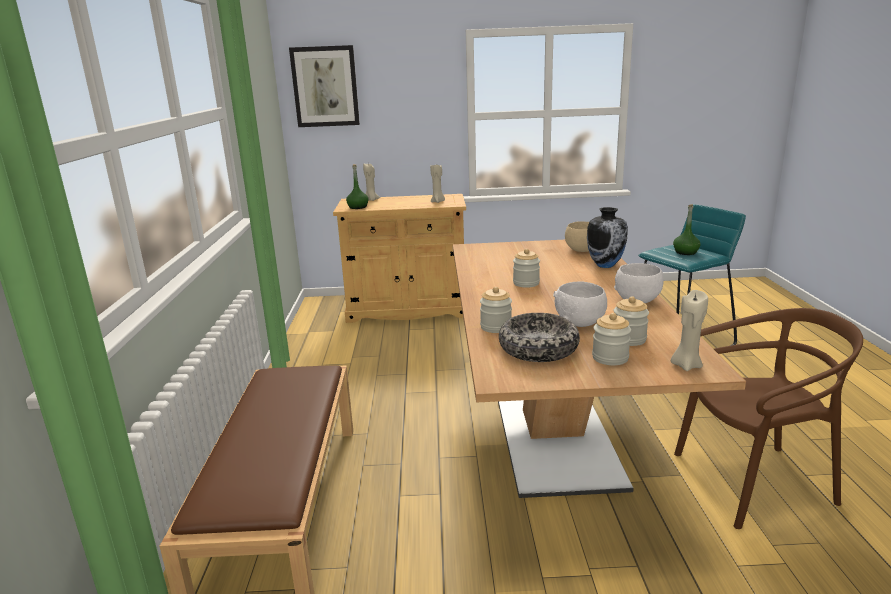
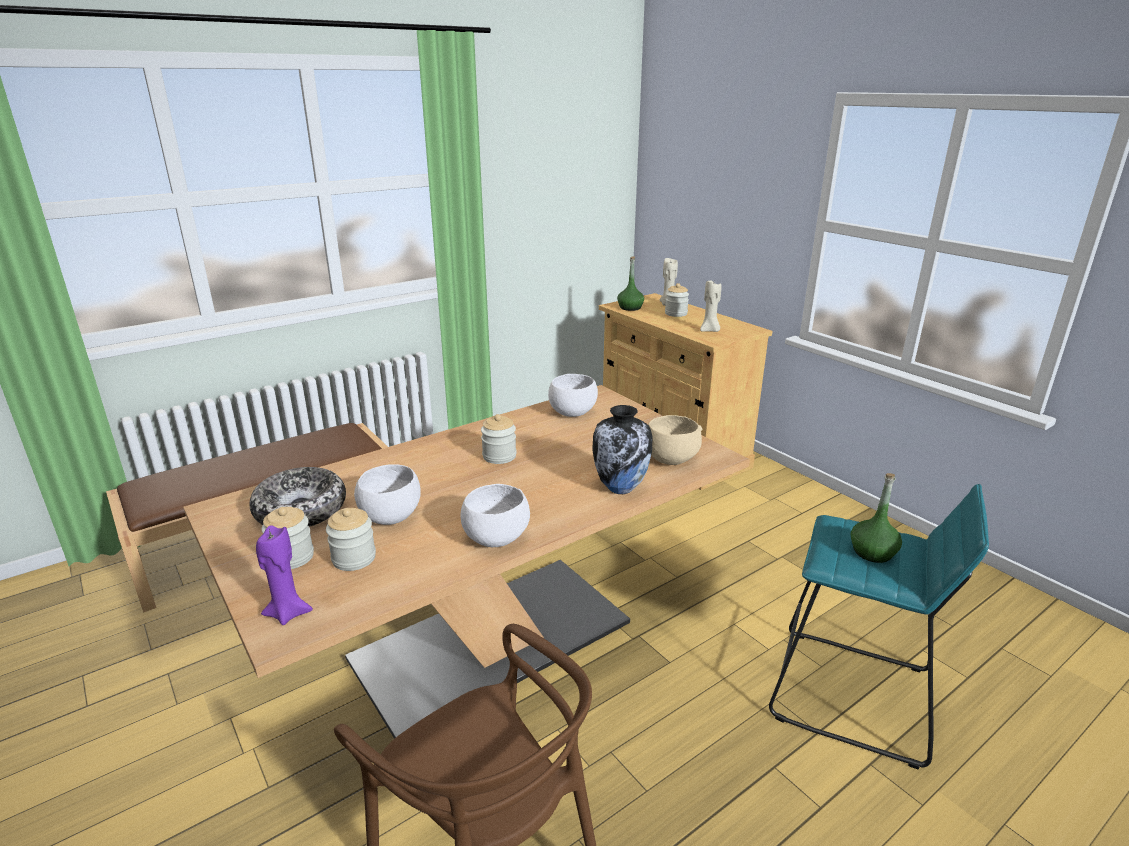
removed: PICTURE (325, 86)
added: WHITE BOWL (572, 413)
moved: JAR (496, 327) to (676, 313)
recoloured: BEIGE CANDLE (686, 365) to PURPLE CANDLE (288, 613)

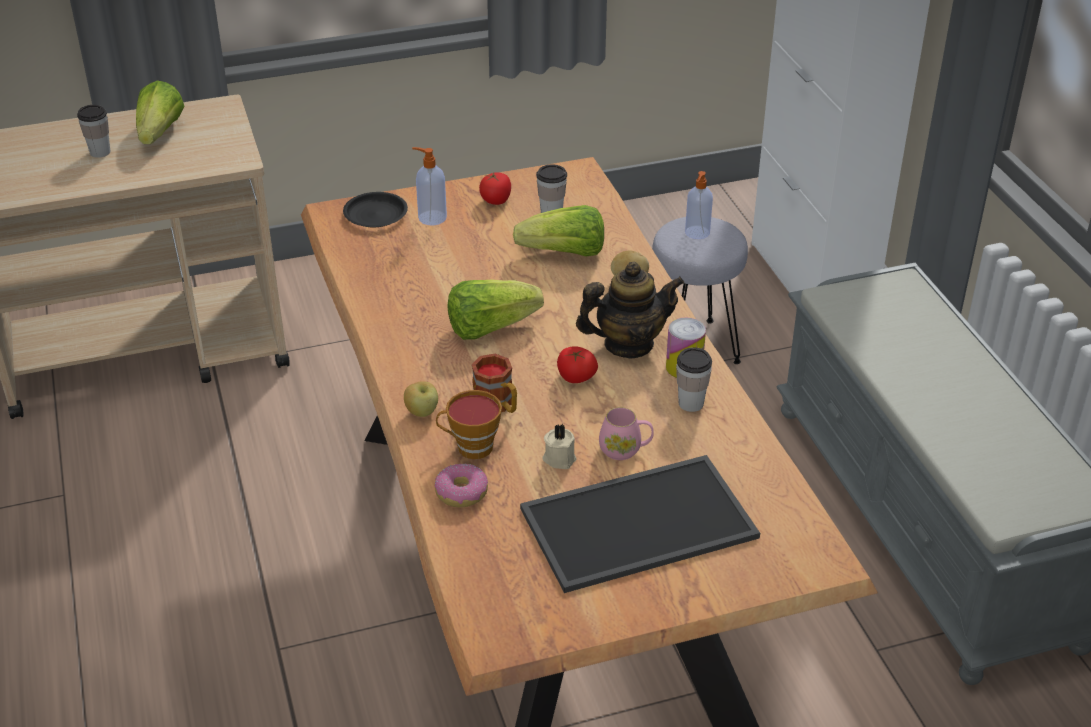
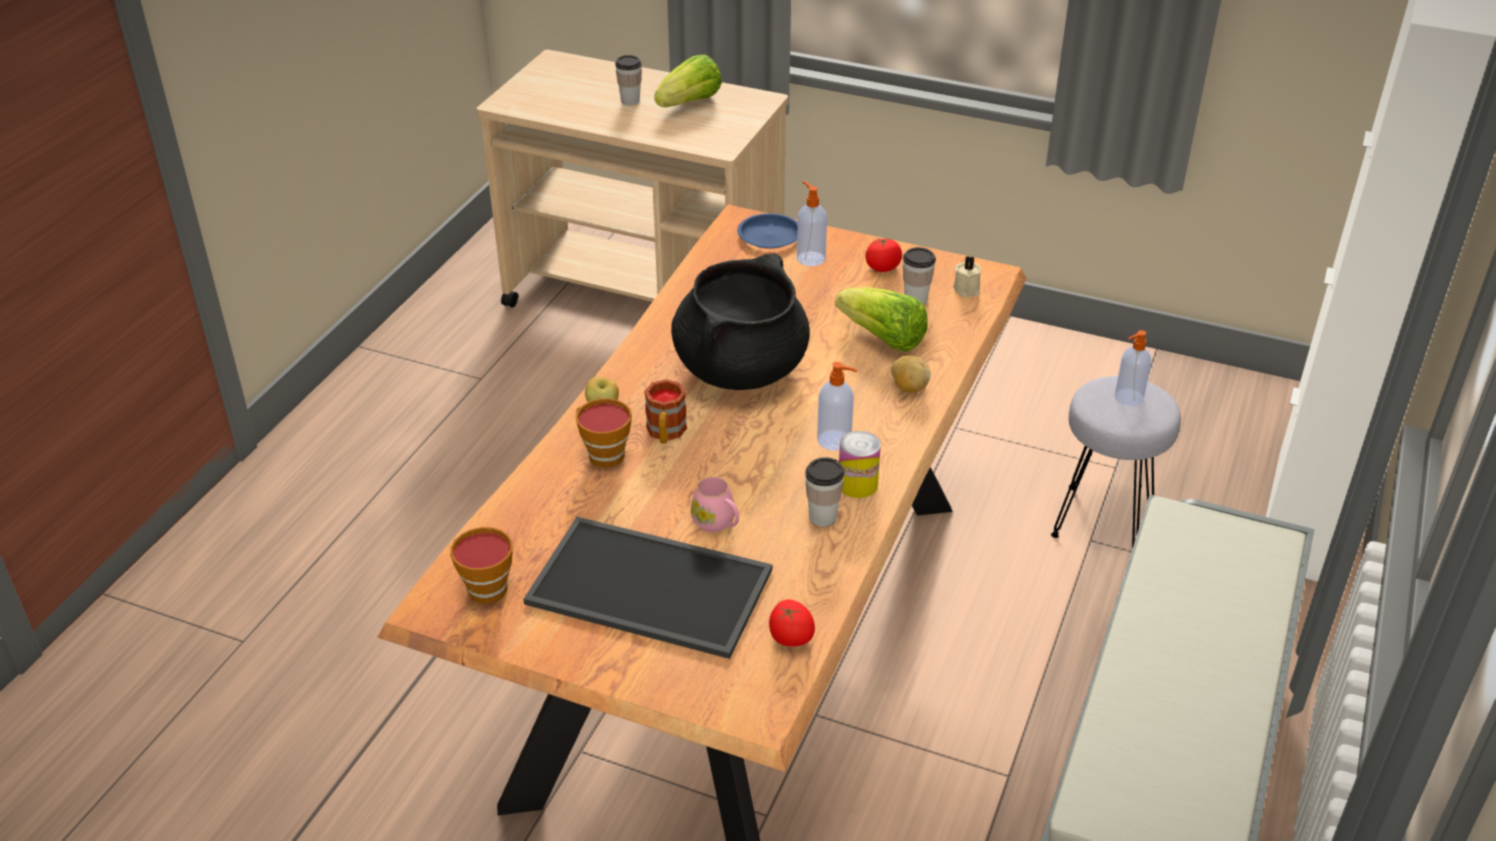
removed: DONUT (461, 493)
added: CUP (485, 586)
moved: TOMATO (575, 378) to (790, 637); BEIGE CANDLE (559, 458) to (967, 289)
replaced: LETTUCE (490, 327) to BLACK COOKING POT (741, 369); TEAPOT (628, 344) to SOAP DISPENSER (835, 440)
recoloured: BLACK PLATE (375, 214) to BLUE PLATE (769, 235)

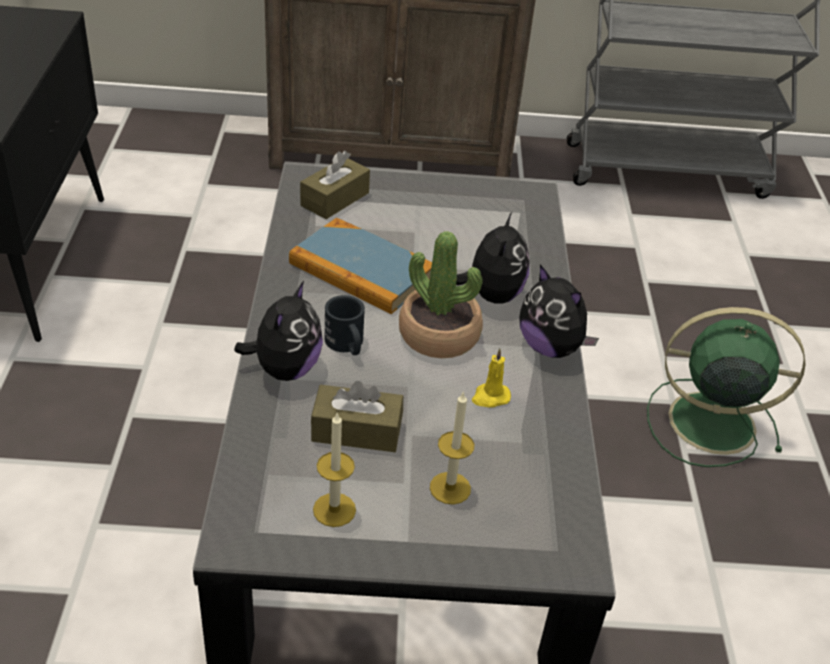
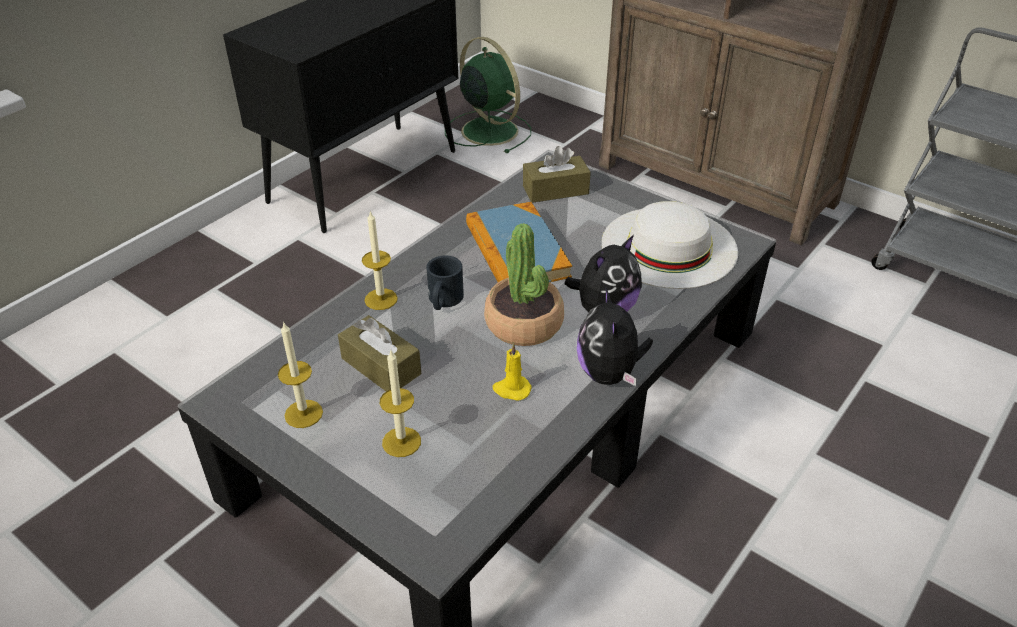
added: WHITE HAT (669, 246)
moved: GREEN FAN (707, 422) to (488, 130)
replaced: PLUSH TOY (285, 369) to CANDLE (381, 299)

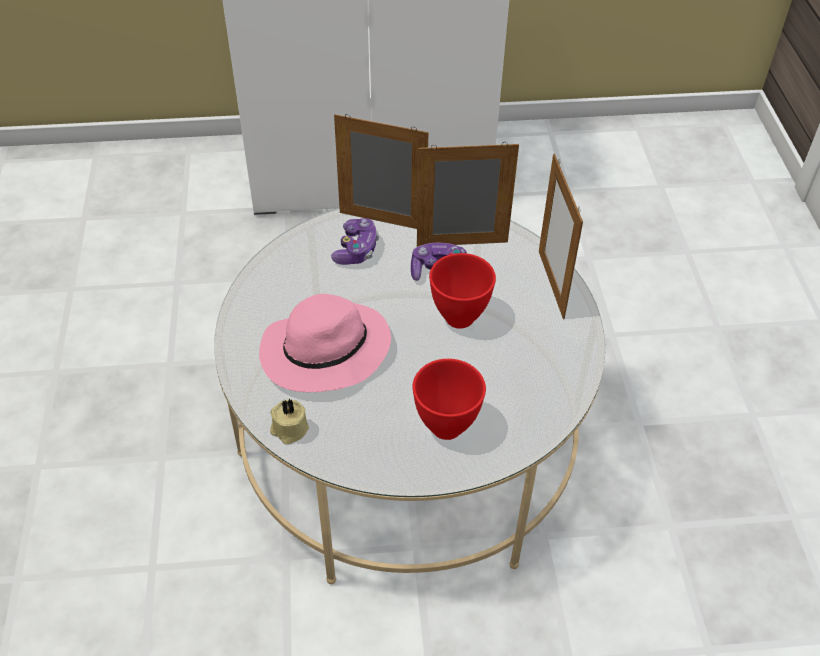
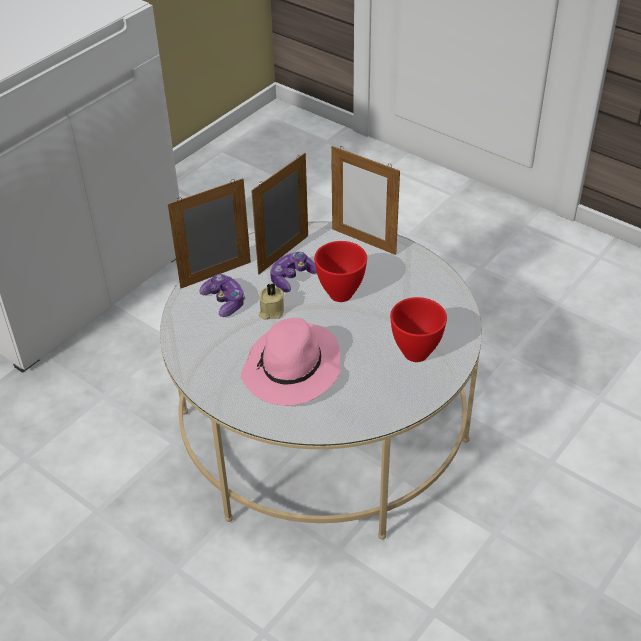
moved: BEIGE CANDLE (289, 429) to (271, 311)

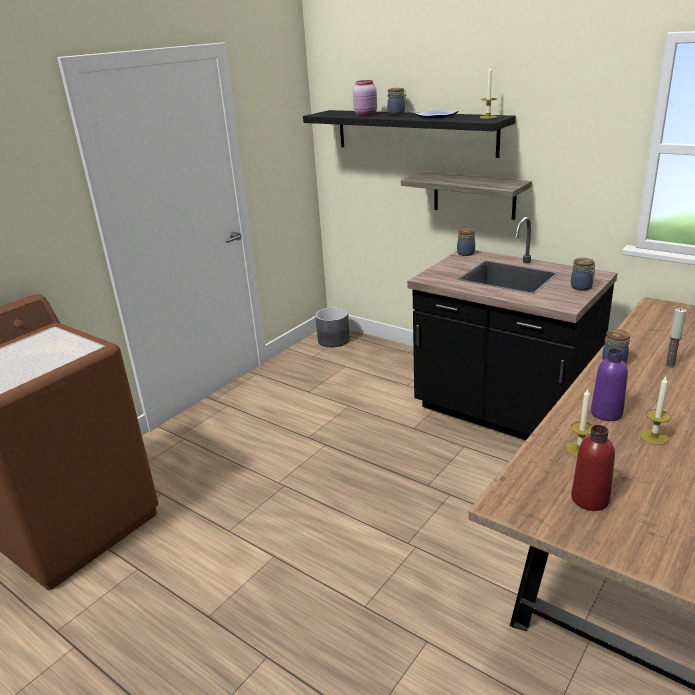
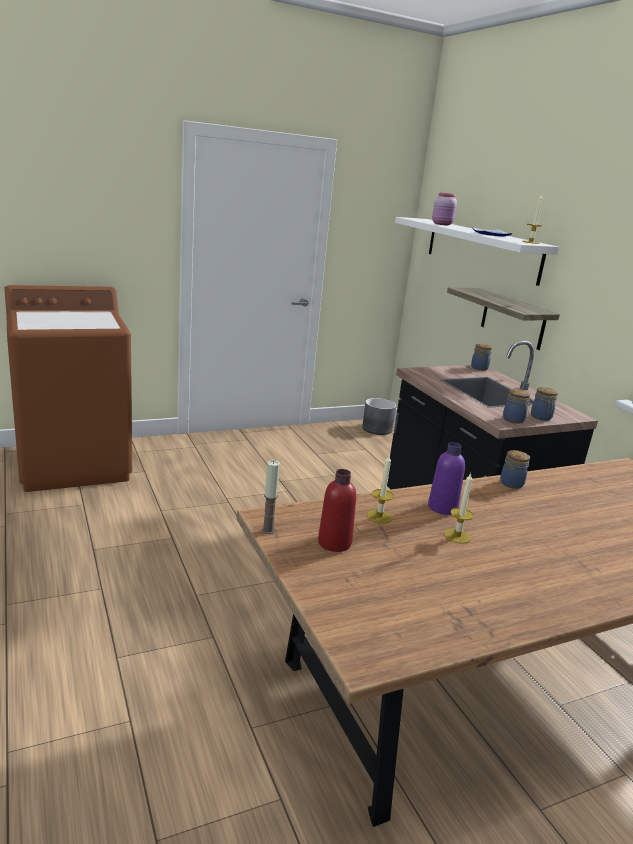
moved: CANDLE (670, 365) to (268, 530); JAR (397, 113) to (514, 420)
recoloured: BLACK SHELF (414, 132) to WHITE SHELF (481, 249)

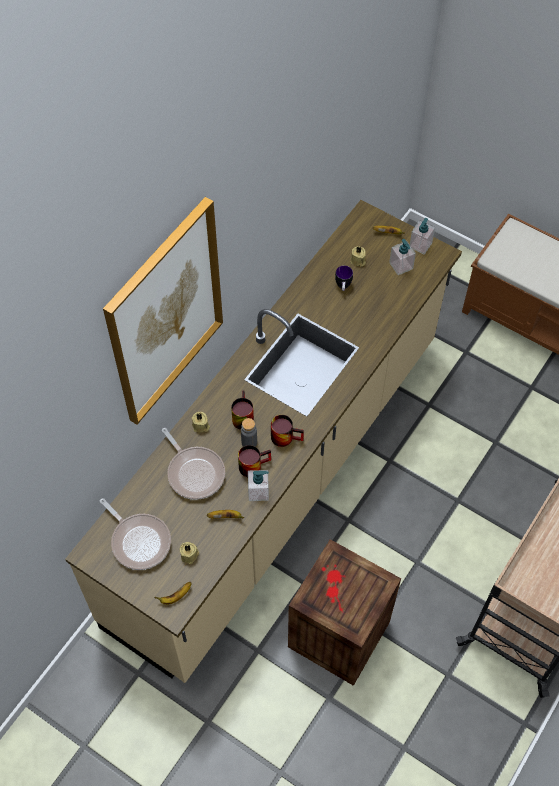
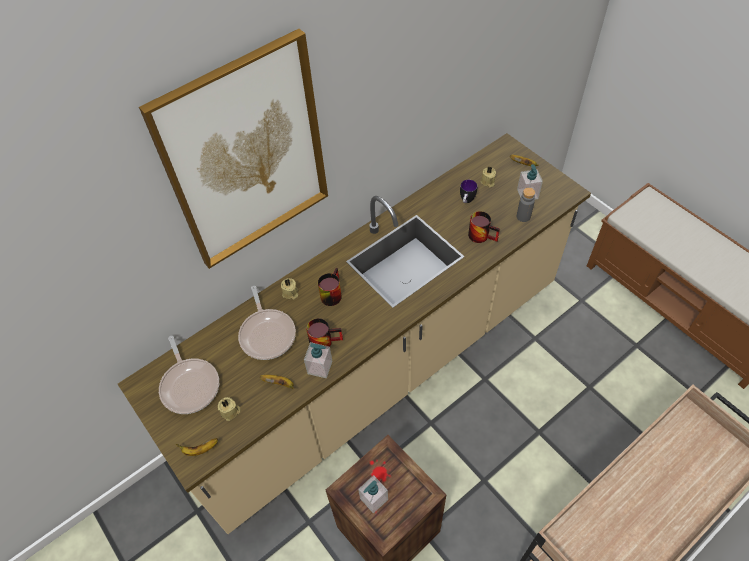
moved: SOAP DISPENSER (420, 245) to (373, 499); MUG (286, 436) to (482, 235); GREY BOTTLE (249, 443) to (523, 216)

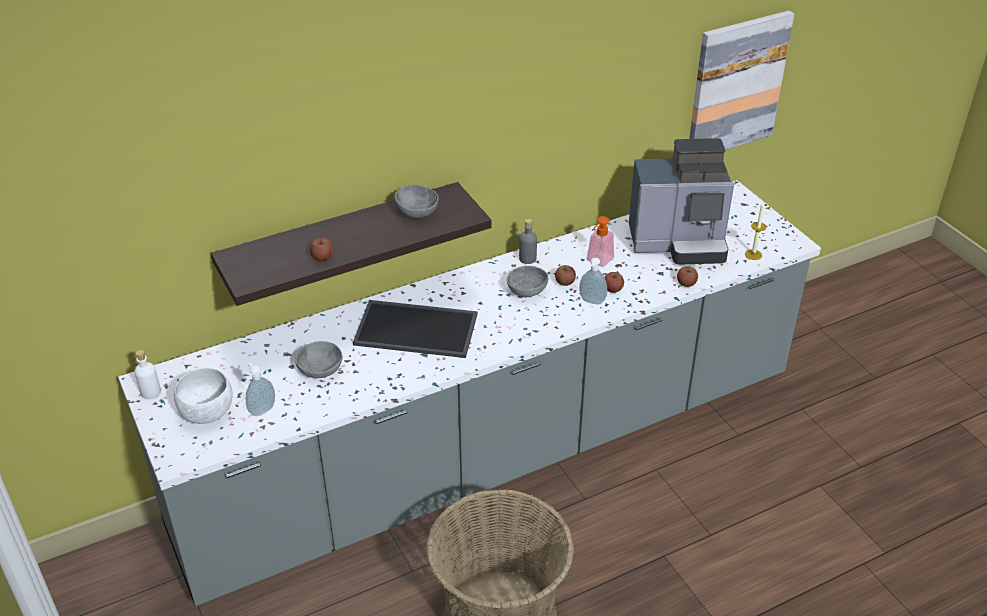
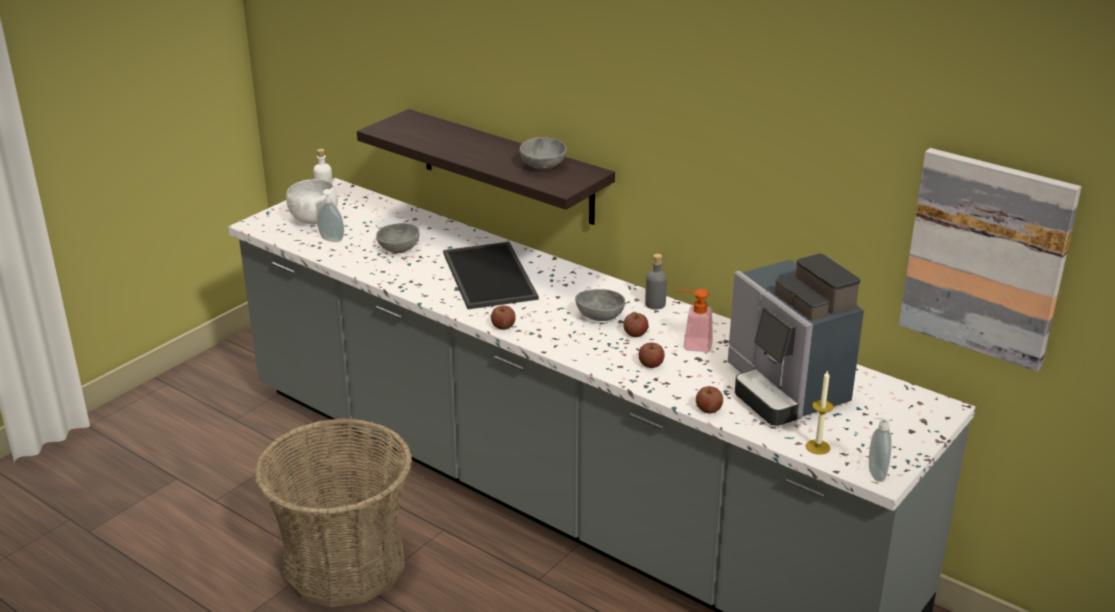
moved: APPLE (322, 257) to (503, 326); SOAP DISPENSER (591, 302) to (874, 474)

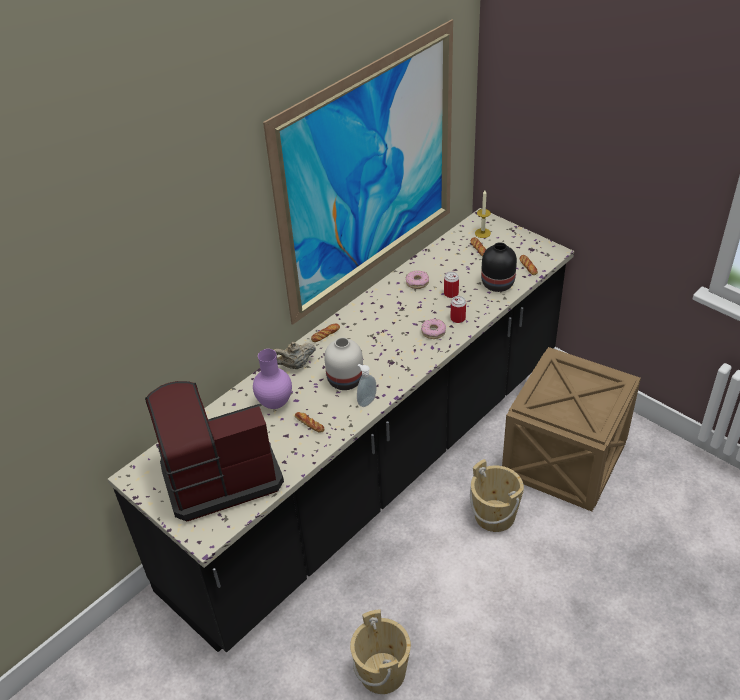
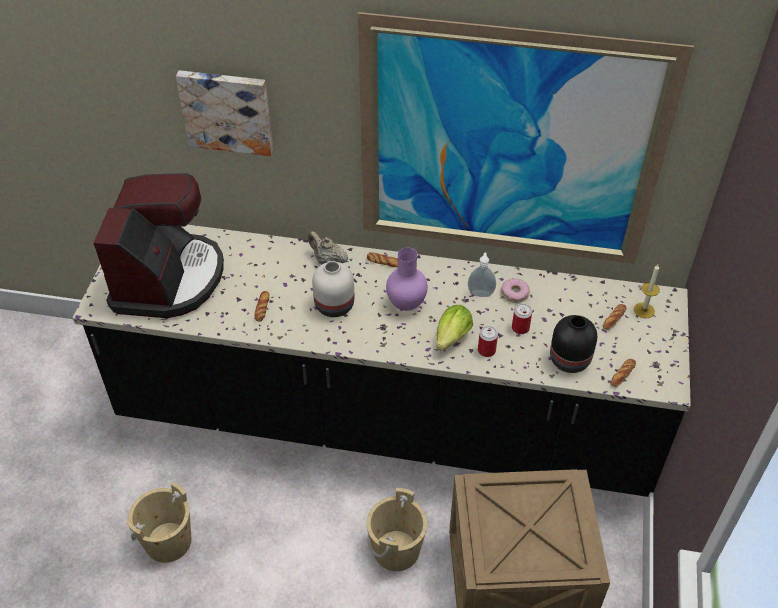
added: PICTURE (227, 110)
moved: PURPLE VASE (276, 403) to (407, 305); SOAP DISPENSER (366, 401) to (481, 293)
replaced: DONUT (433, 332) to LETTUCE (451, 340)
turned: COFFEE MACHINE (219, 474) = (168, 279) 60 degrees clockwise

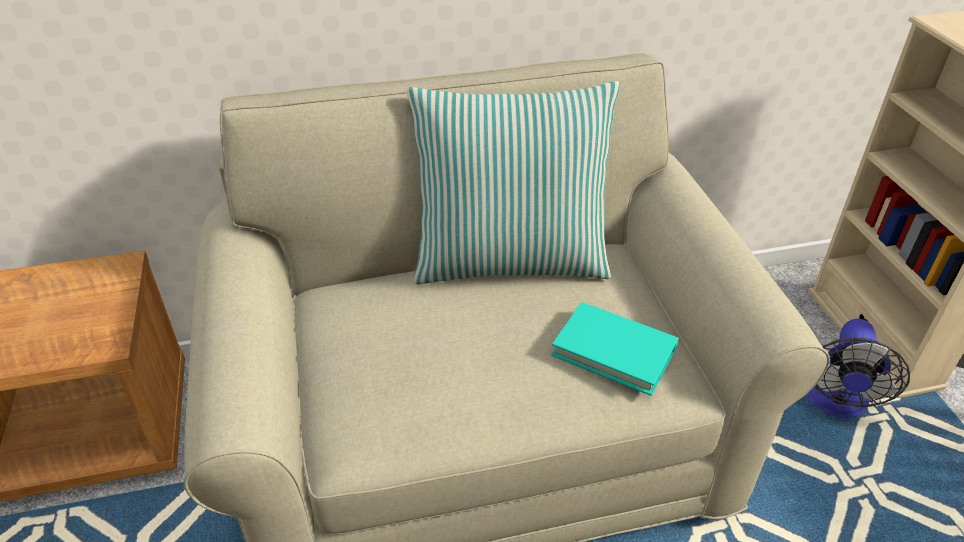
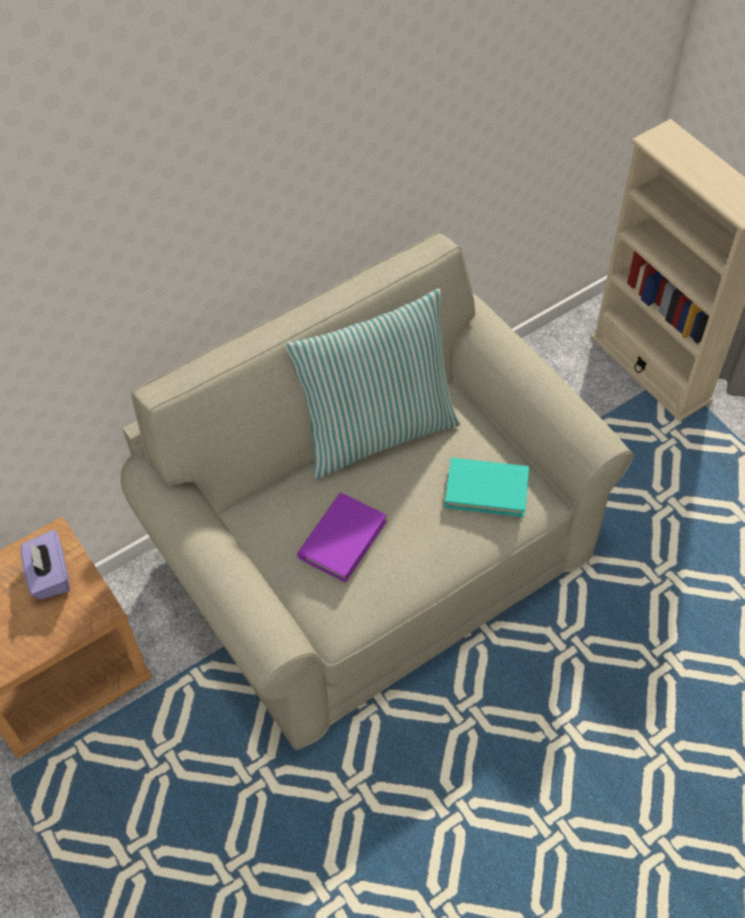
removed: FAN (835, 402)
added: PURPLE TISSUE BOX (50, 576); PURPLE BOOK (342, 539)

